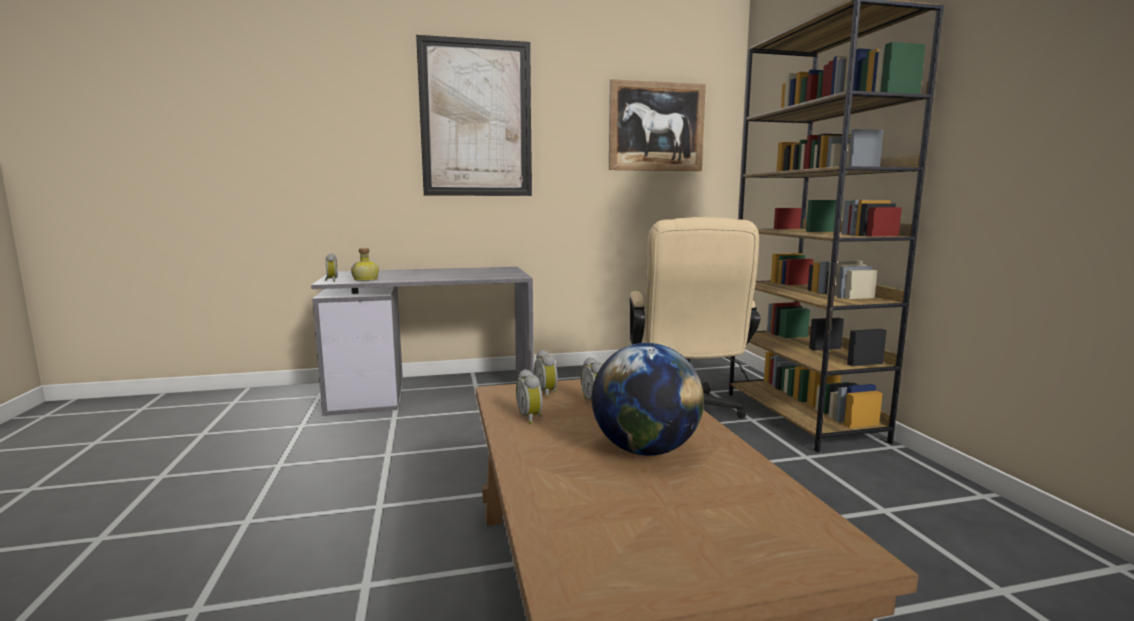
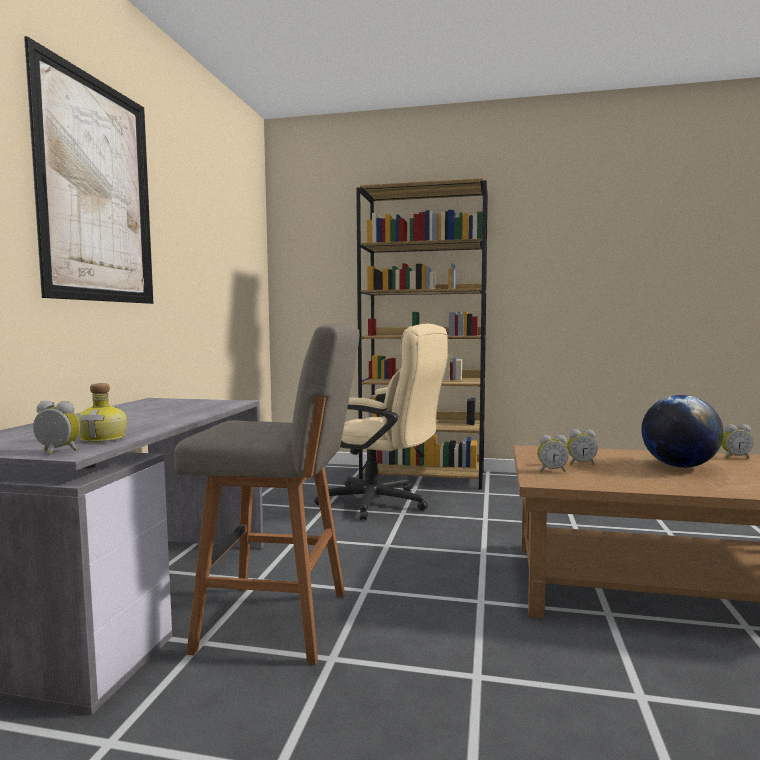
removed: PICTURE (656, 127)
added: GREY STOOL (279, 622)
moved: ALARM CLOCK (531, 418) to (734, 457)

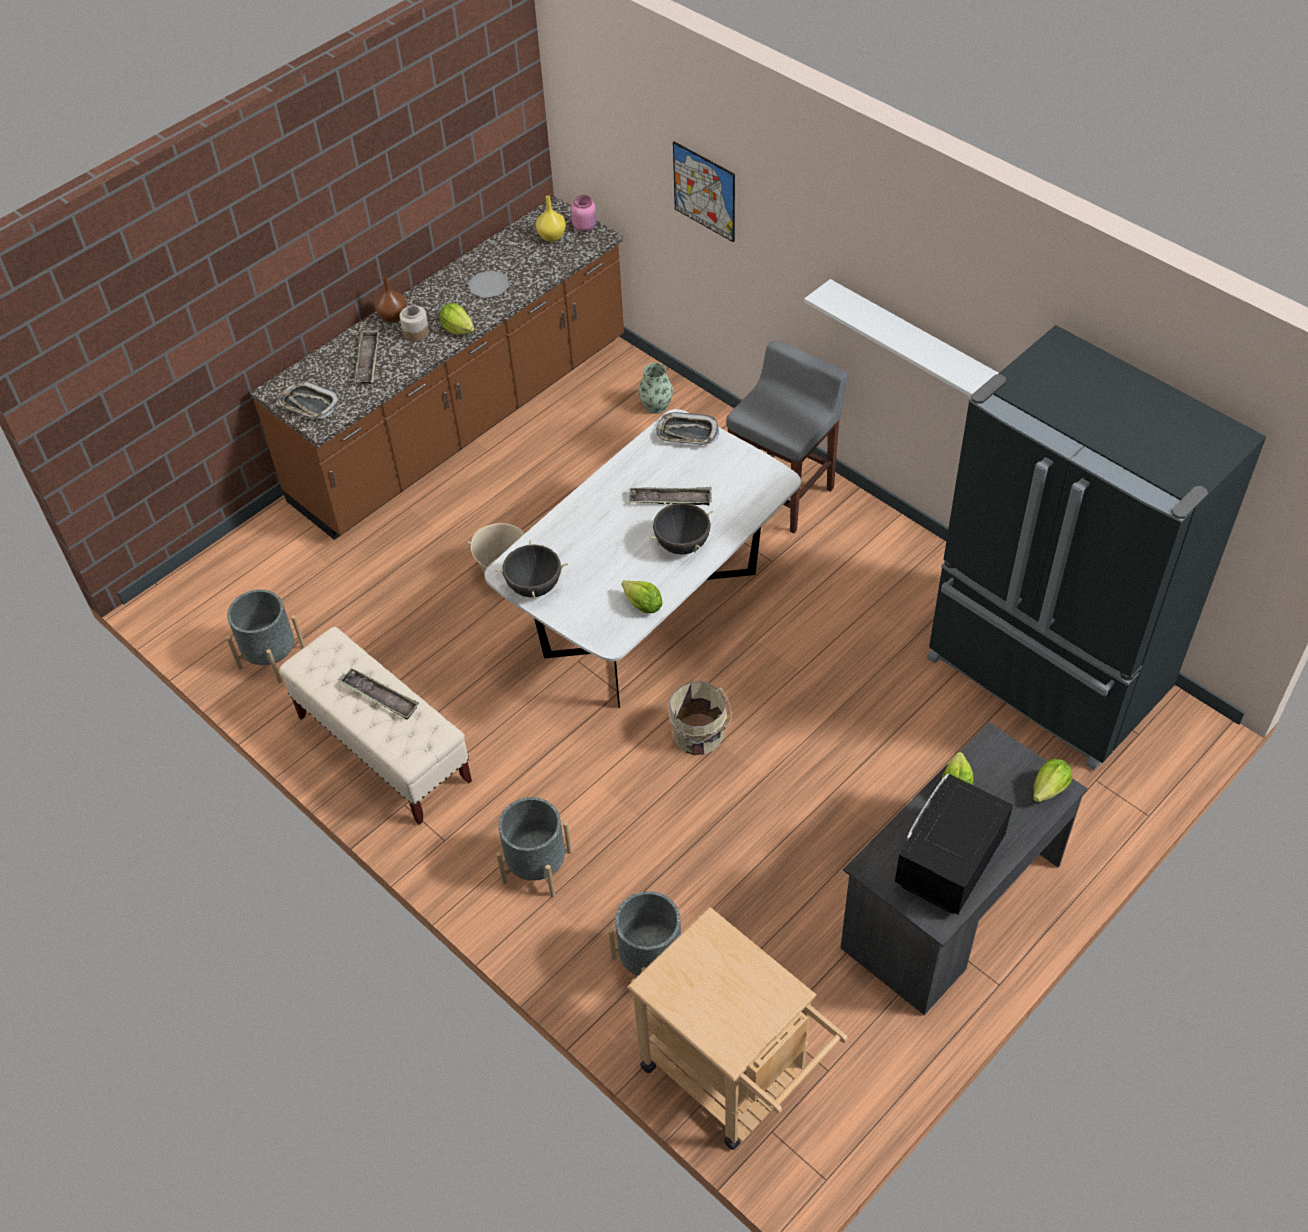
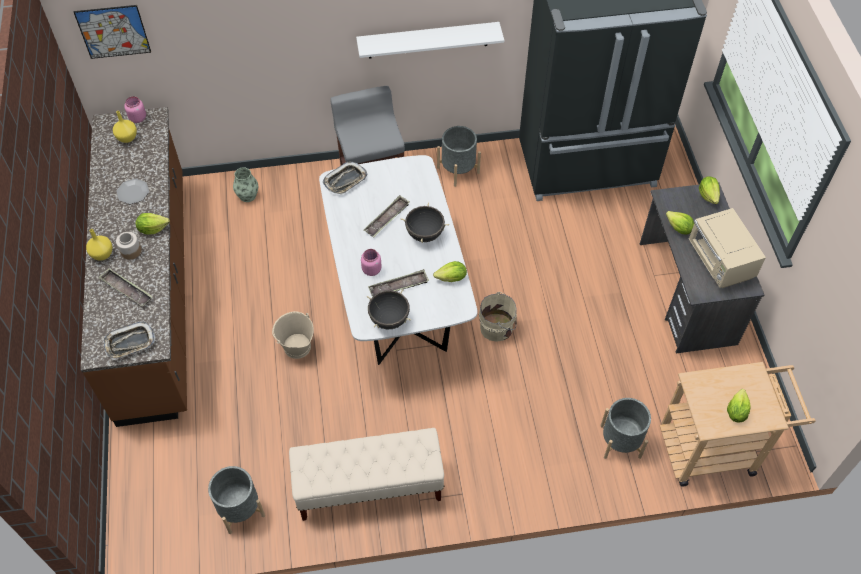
added: PINK JAR (371, 269); LETTUCE (736, 412)
moved: PICTURE (704, 191) to (113, 31); TRAY (380, 697) to (398, 286); GREY PLANTER (537, 867) to (458, 170)
recoloured: BROWN VASE (393, 317) to YELLOW VASE (103, 254); BLACK MICROWAVE (947, 863) to BEIGE MICROWAVE (720, 262)

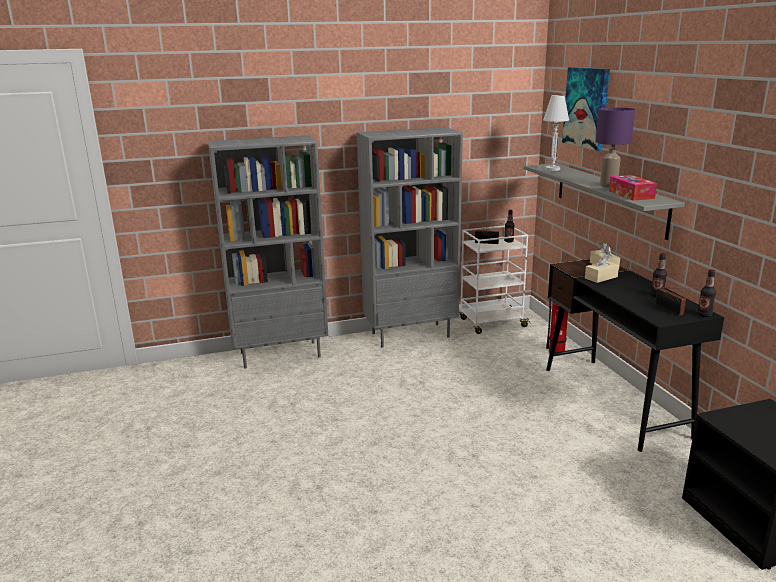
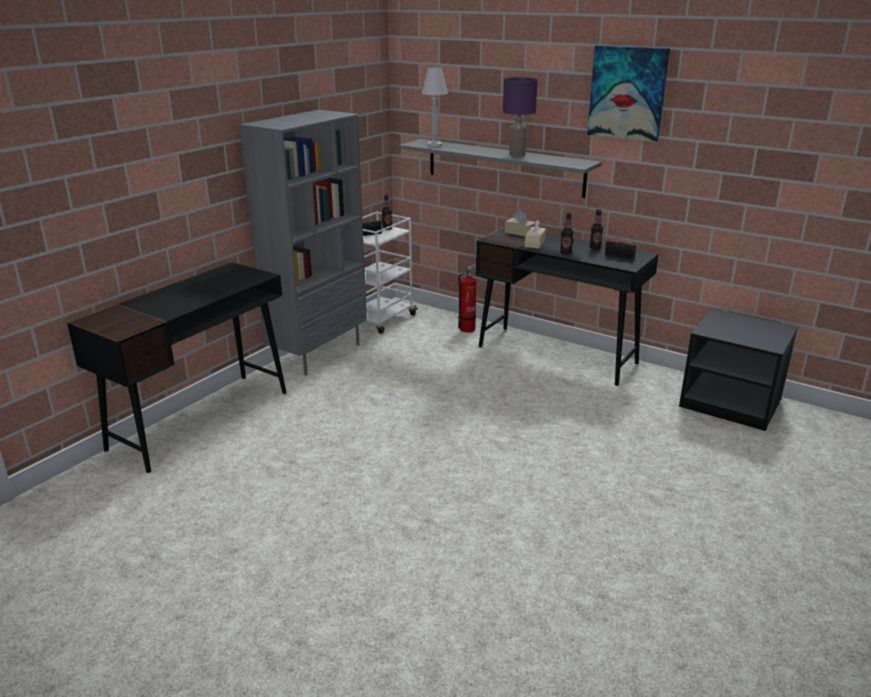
removed: TISSUE BOX (631, 194)
moved: BOTTLE (704, 315) to (565, 253); PICTURE (586, 108) to (627, 93)
replaced: GREY BOOKCASE (281, 354) to BLACK DESK (202, 419)

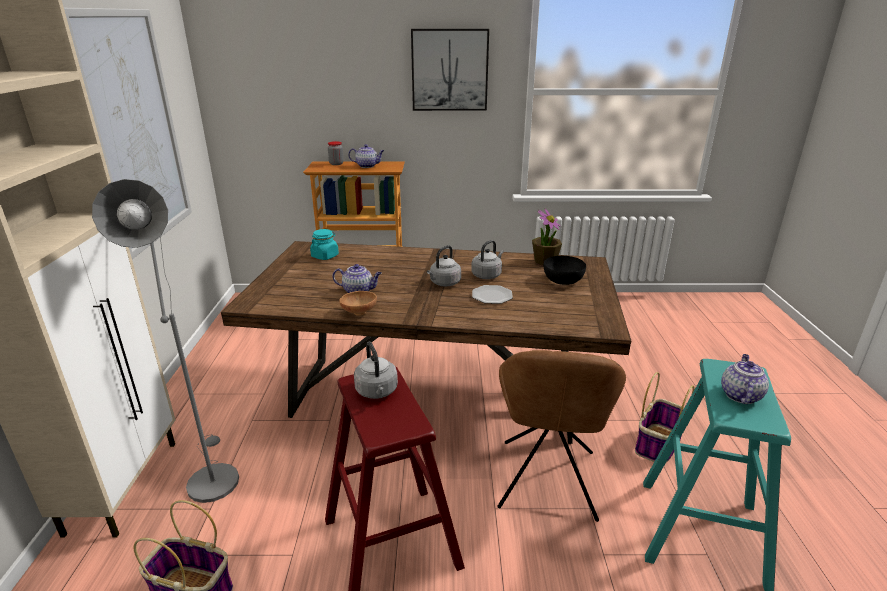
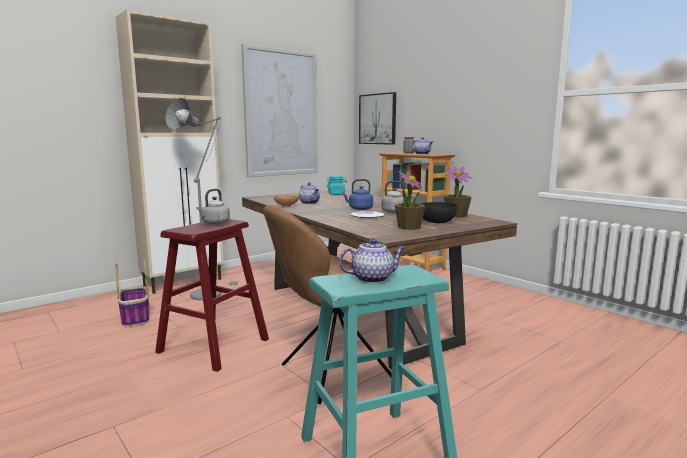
removed: BASKET (657, 445)
added: POTTED PLANT (409, 227)
moved: PICTURE (449, 70) to (378, 119)
recoloured: GREY KETTLE (444, 283) to BLUE KETTLE (359, 209)

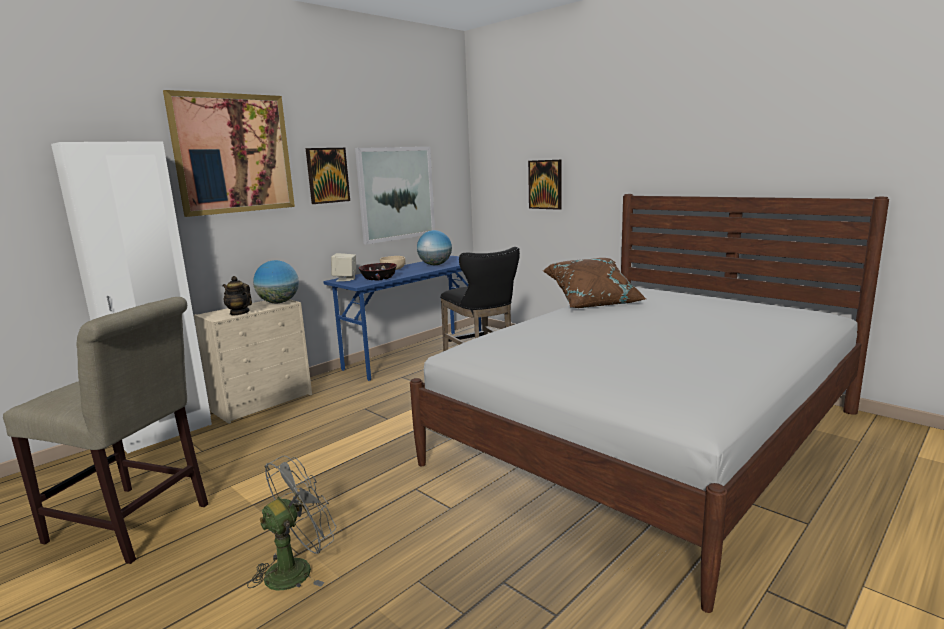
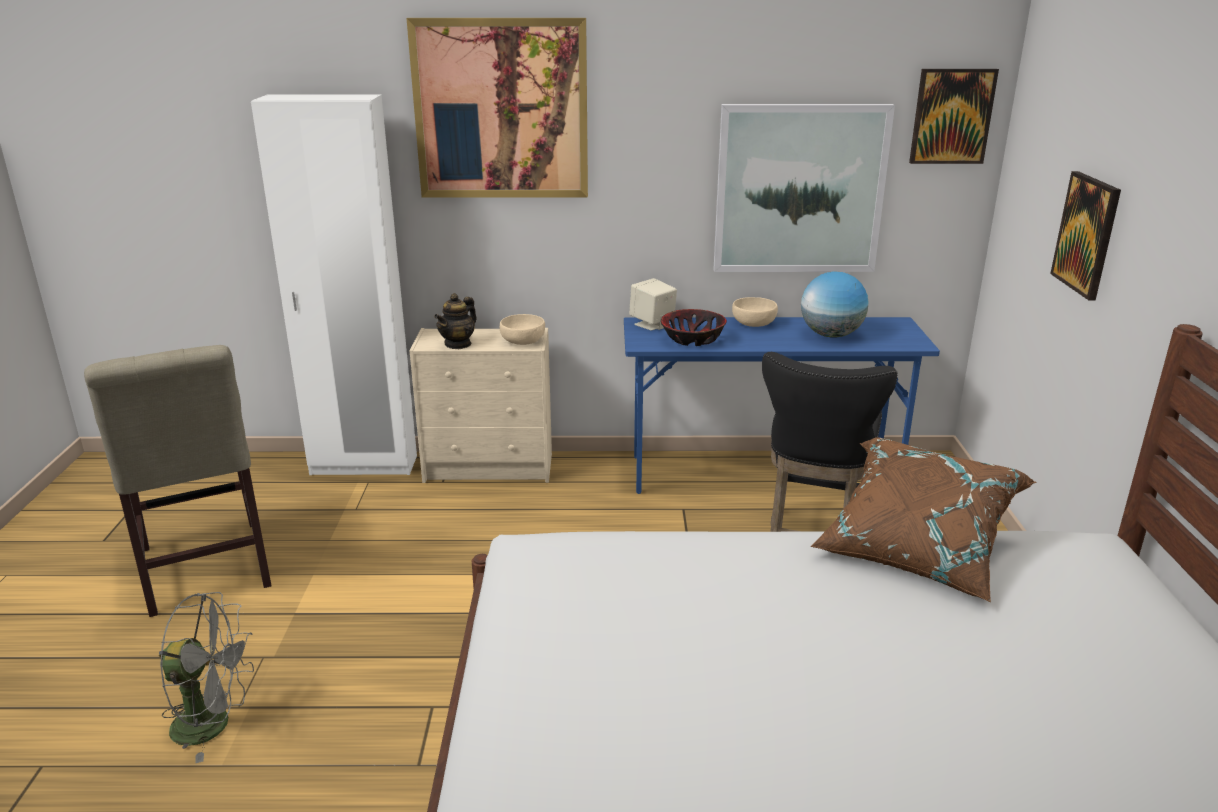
moved: PICTURE (327, 175) to (952, 116)
replaced: GLOBE (279, 302) to BEIGE BOWL (523, 341)
turned: TEAPOT (239, 313) = (458, 344) 135 degrees counterclockwise

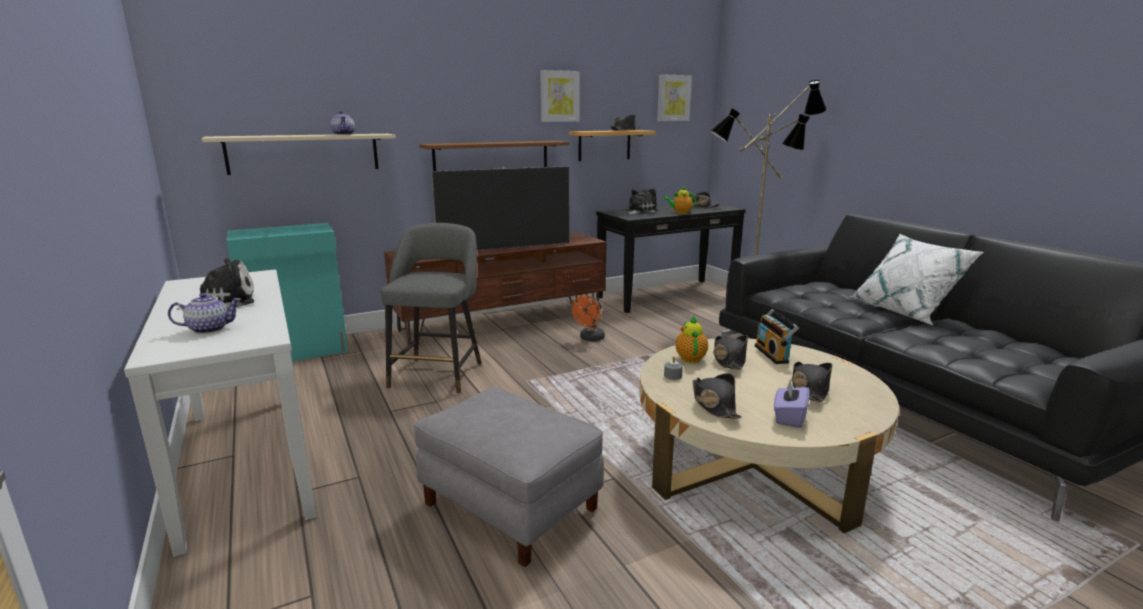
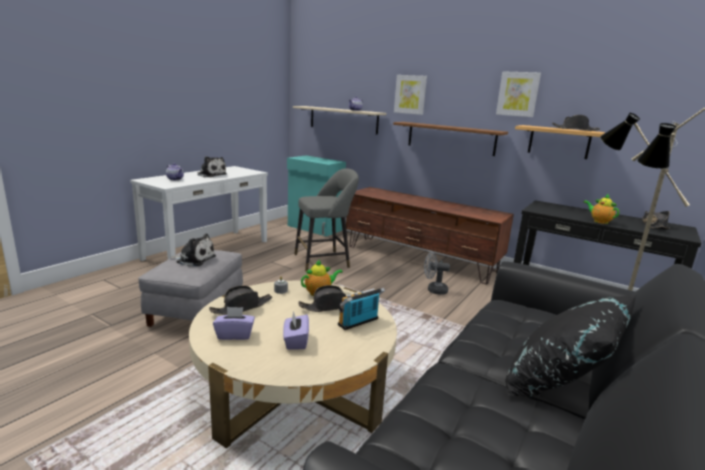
removed: TELEVISION (505, 248)
moved: PLUSH TOY (639, 211) to (194, 259); PICTURE (673, 98) to (410, 94)
replaced: BLACK HAT (809, 389) to PURPLE TISSUE BOX (295, 341)
recoloured: ORANGE FAN (590, 338) to GREY FAN (433, 290); WHITE PILLOW (905, 311) to BLACK PILLOW (559, 384)

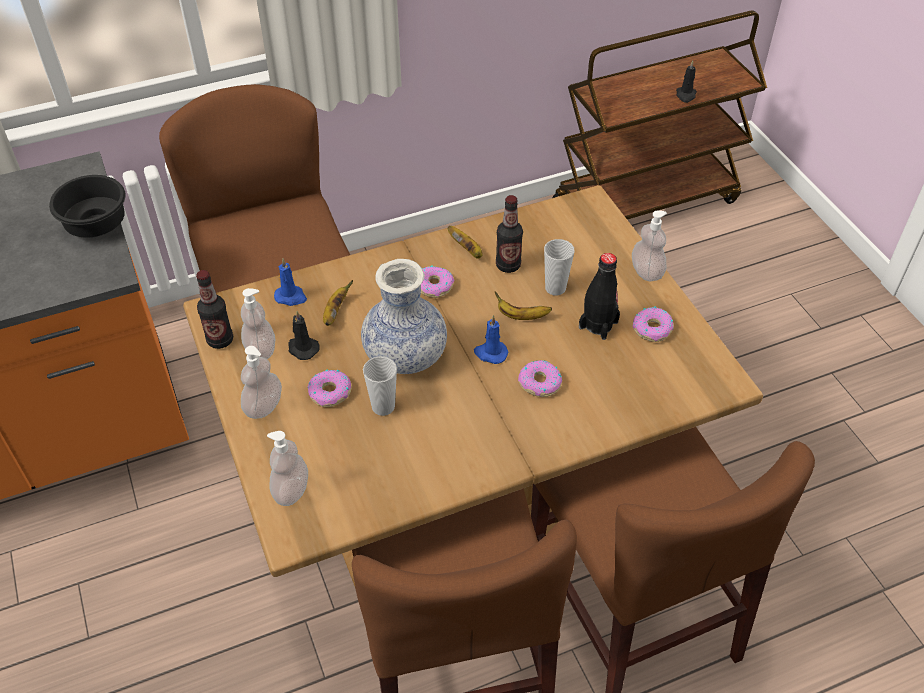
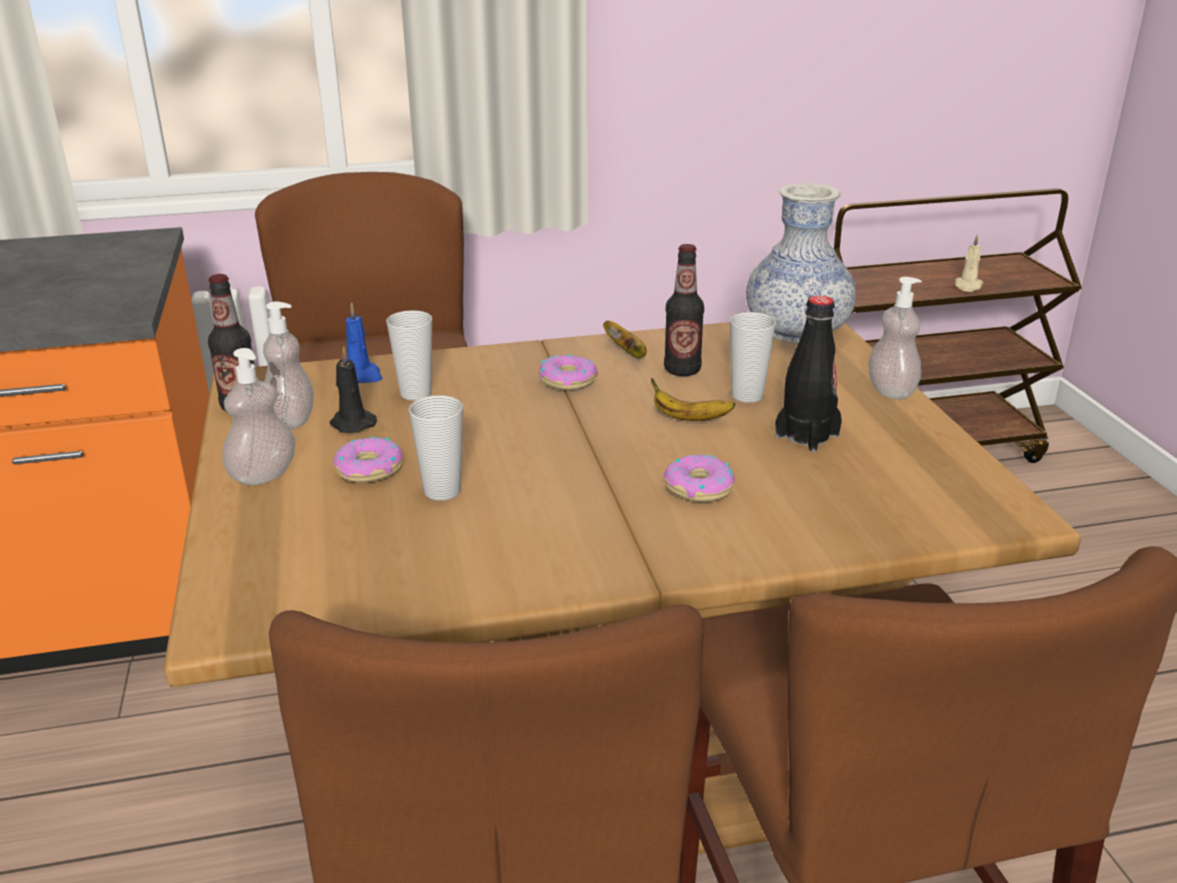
removed: BLACK BOWL (99, 224); SOAP DISPENSER (291, 490); BLUE CANDLE (490, 353); DONUT (652, 329)
moved: VASE (405, 356) to (796, 332)
replaced: BANANA (335, 312) to CUP (416, 394)
recoloured: BLACK CANDLE (685, 95) to BEIGE CANDLE (968, 286)

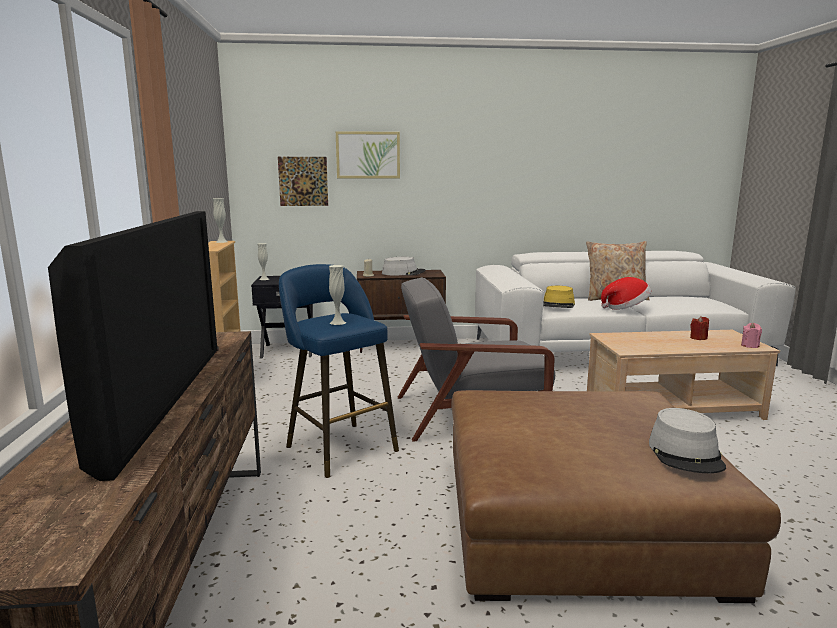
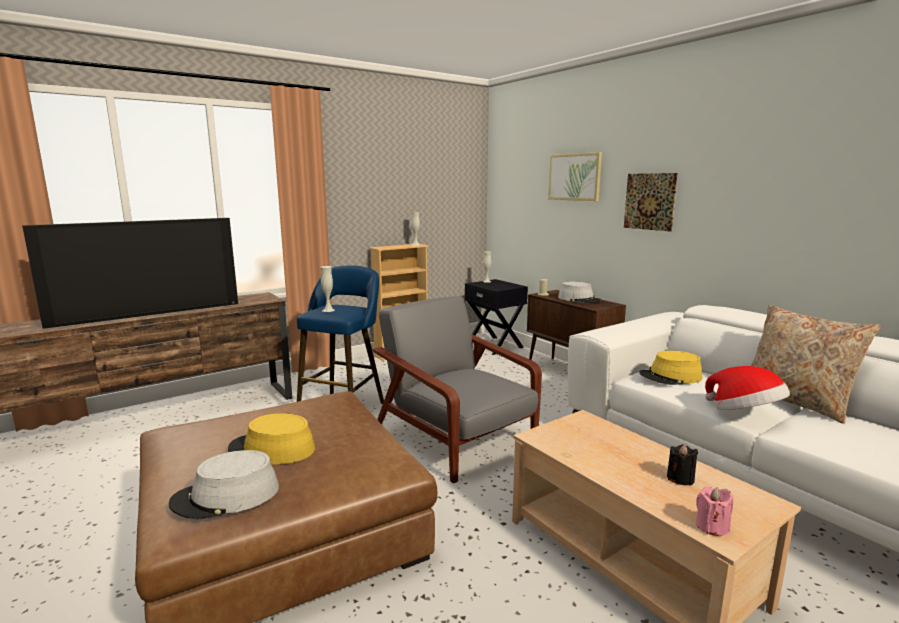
added: YELLOW HAT (272, 450)
moved: PICTURE (303, 181) to (649, 201)
recoloured: RED CANDLE (698, 338) to BLACK CANDLE (680, 478)

